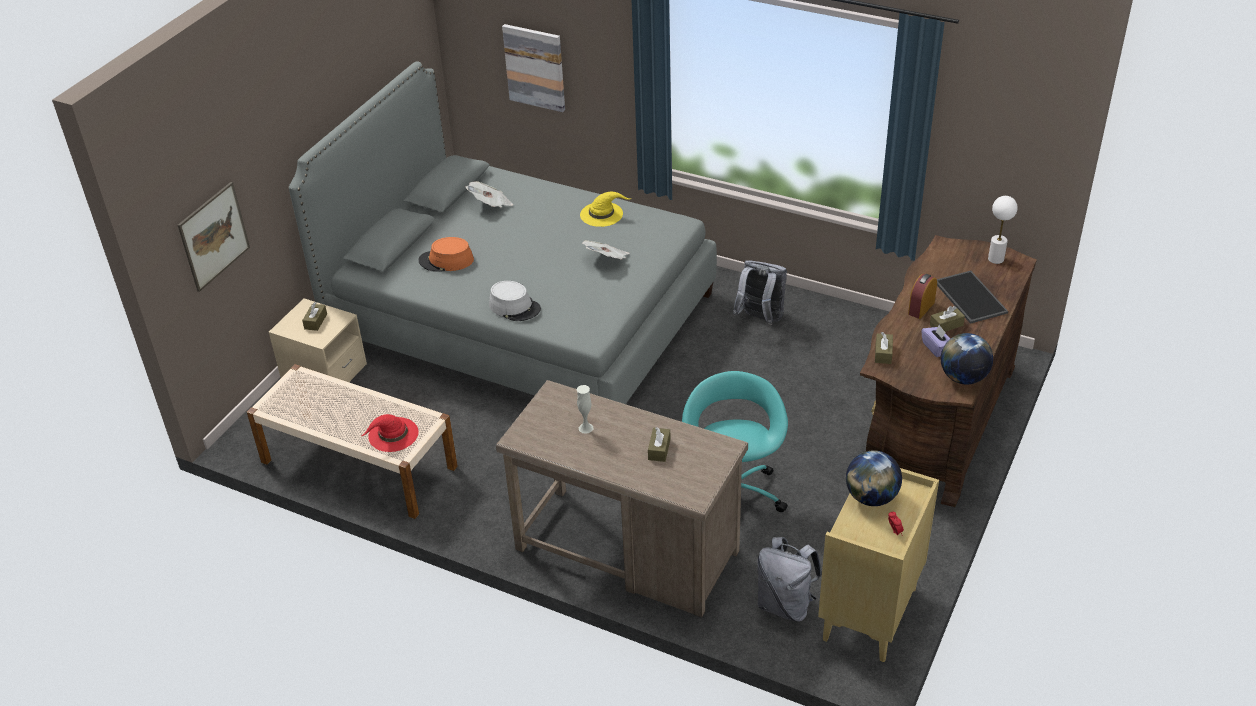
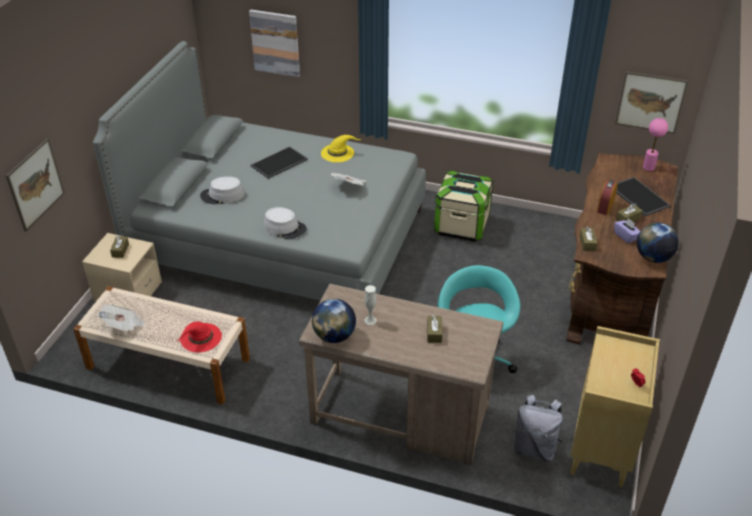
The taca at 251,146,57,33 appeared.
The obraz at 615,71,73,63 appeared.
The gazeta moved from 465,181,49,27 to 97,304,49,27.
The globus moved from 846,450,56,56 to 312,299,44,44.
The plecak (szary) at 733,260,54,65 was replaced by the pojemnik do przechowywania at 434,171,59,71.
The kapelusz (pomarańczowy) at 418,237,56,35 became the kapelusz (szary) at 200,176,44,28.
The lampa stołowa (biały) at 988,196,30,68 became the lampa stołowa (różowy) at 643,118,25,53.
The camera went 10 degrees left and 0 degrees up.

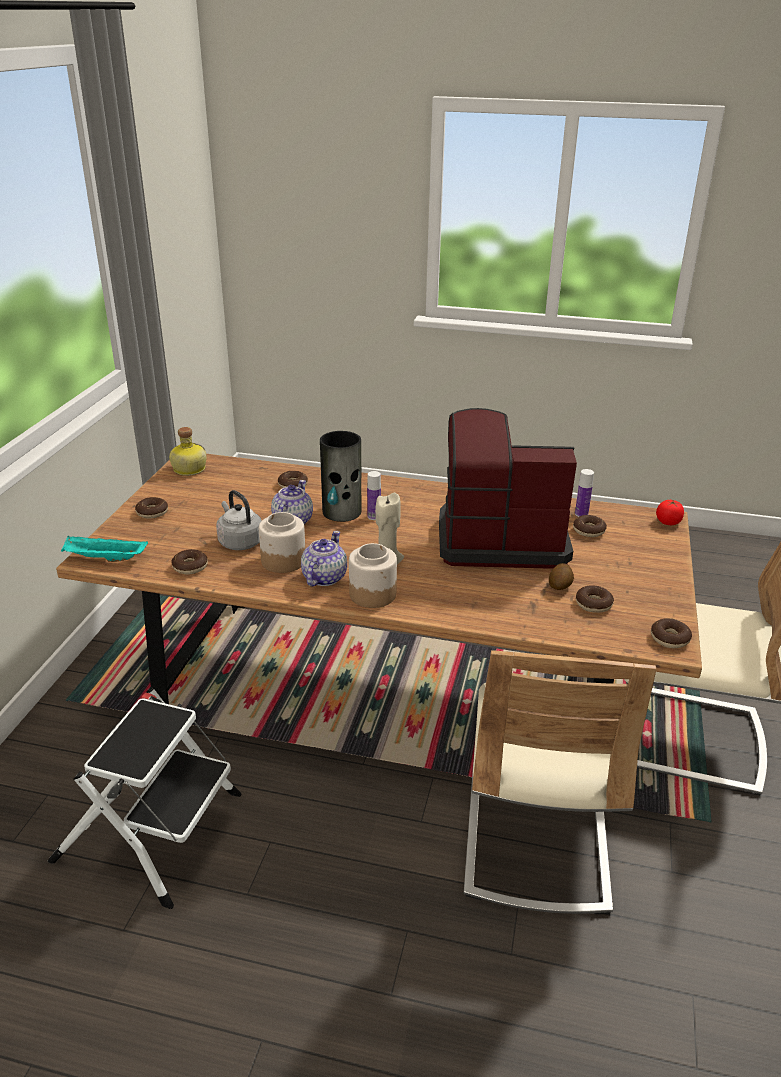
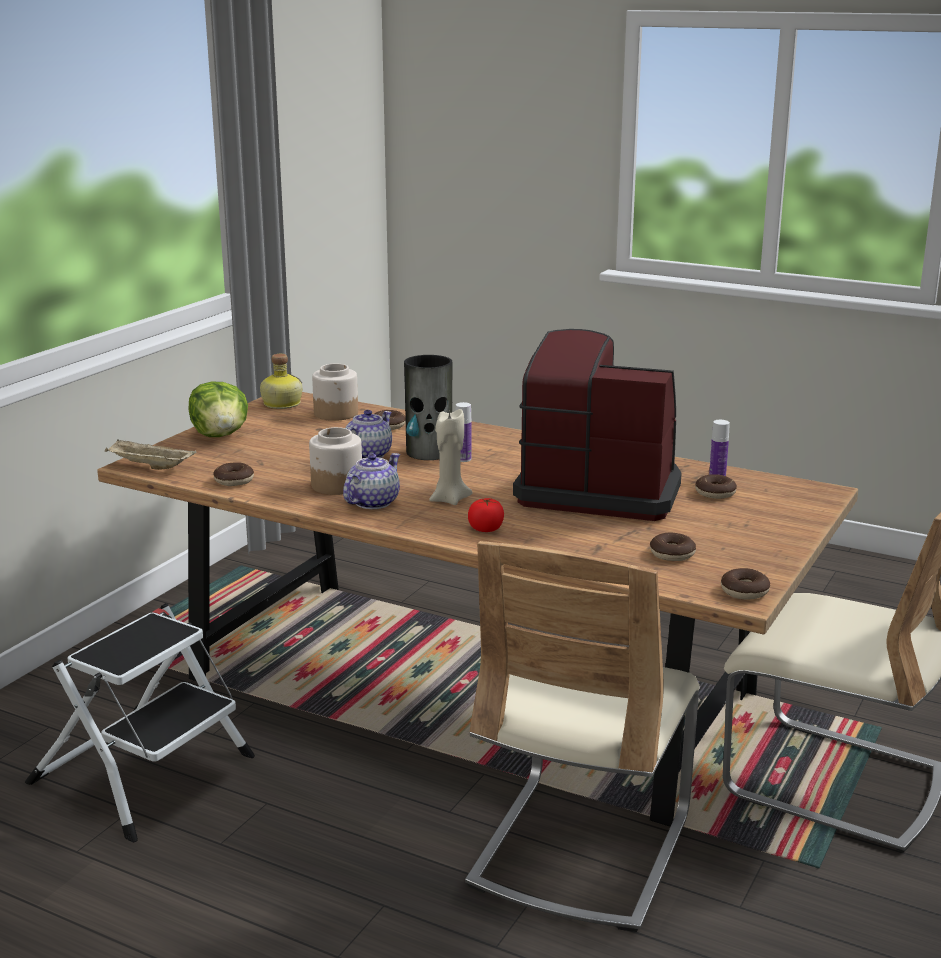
The czajnik (szary) at 216,490,46,60 disappeared.
The ziemniak at 549,563,25,27 disappeared.
The słoik moved from 349,543,48,65 to 312,364,46,57.
The pomidor moved from 656,500,28,25 to 468,498,36,34.
The donut at 135,497,33,22 was replaced by the sałata at 189,382,59,55.
The taca (turkusowy) at 61,536,87,26 became the taca (beżowy) at 105,440,91,30.
The camera went 15 degrees right and 10 degrees down.

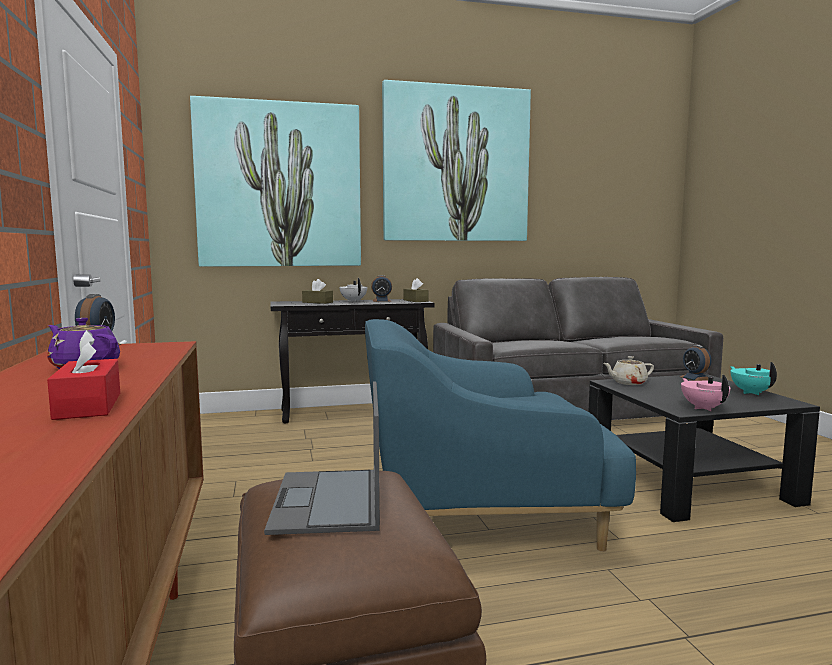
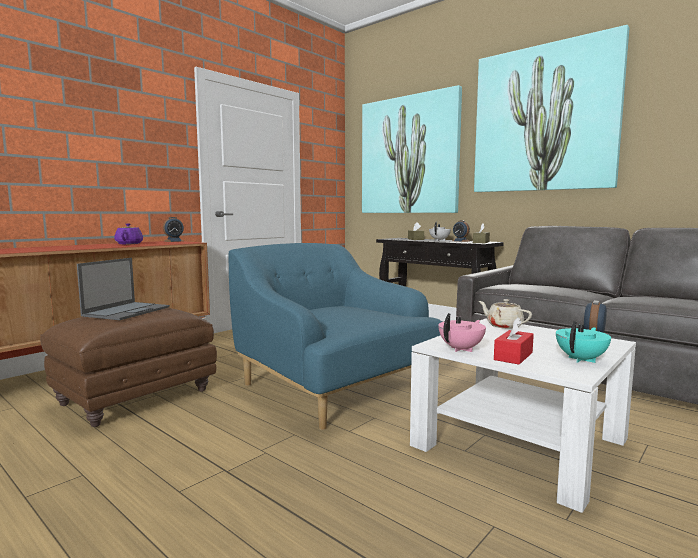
The pudełko chusteczek (czerwony) moved from 47,330,73,90 to 494,317,40,48.
The ława (czarny) at 589,374,231,148 became the ława (biały) at 410,318,226,195.
The laptop at 264,381,116,154 turned 150 degrees clockwise.
The camera went 55 degrees right and 0 degrees up.

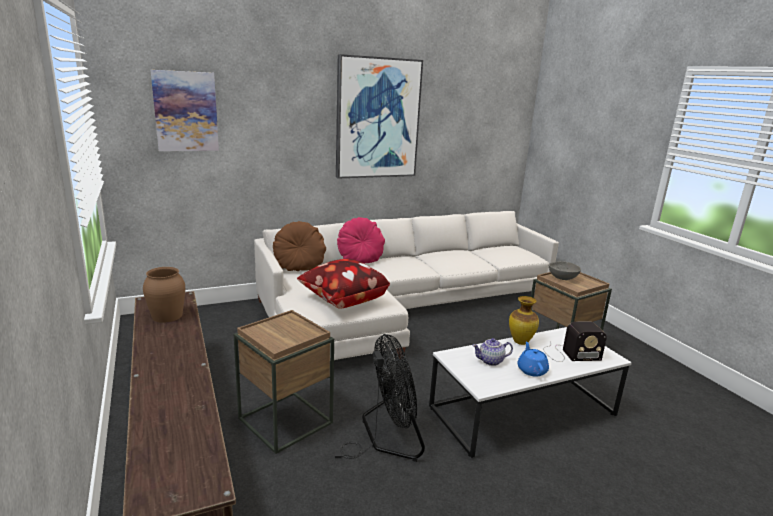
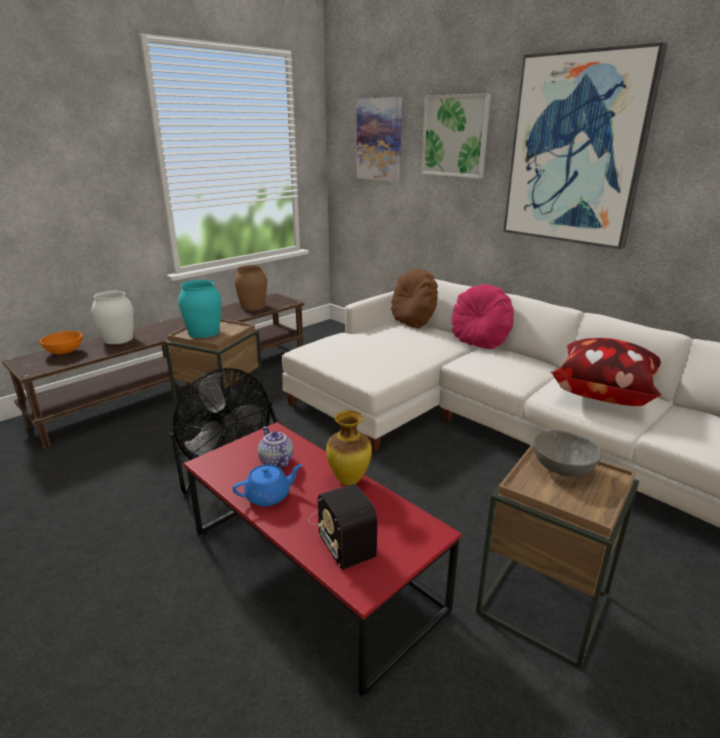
The miska (pomarańczowy) at 40,331,43,24 appeared.
The wazon (biały) at 91,291,43,53 appeared.
The wazon (turkusowy) at 178,280,43,58 appeared.
The obraz at 421,93,70,86 appeared.
The poduszka moved from 297,259,93,49 to 550,338,112,68.
The ława (biały) at 429,327,203,131 became the ława (czerwony) at 184,422,277,275.
The camera went 70 degrees right and 5 degrees up.

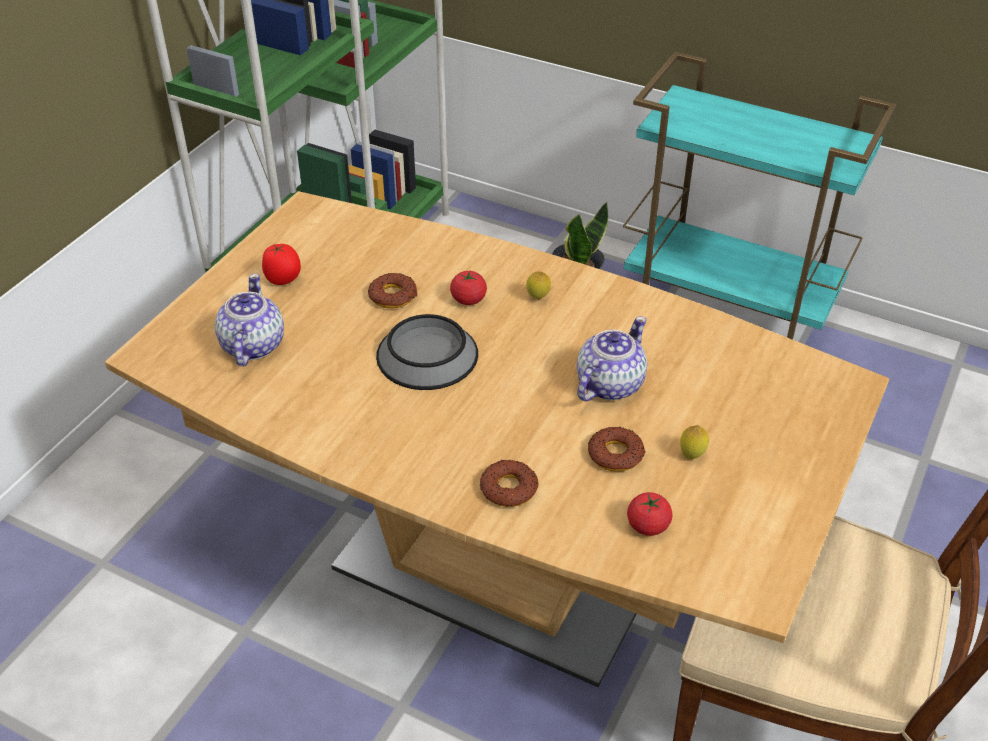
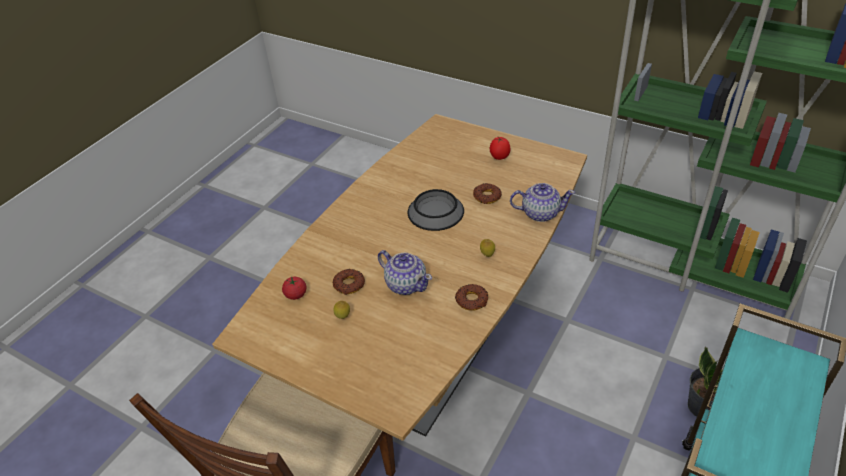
The pomidor at 450,271,37,34 disappeared.
The imbryk moved from 215,274,69,93 to 510,183,65,39.
The donut moved from 480,460,58,47 to 455,284,33,27.
The camera went 95 degrees right and 0 degrees up.

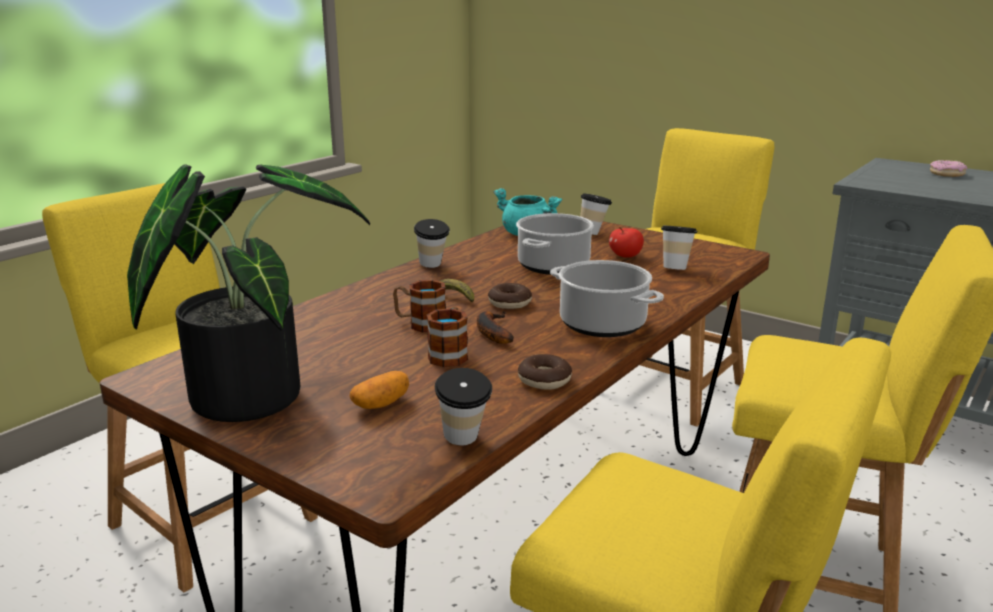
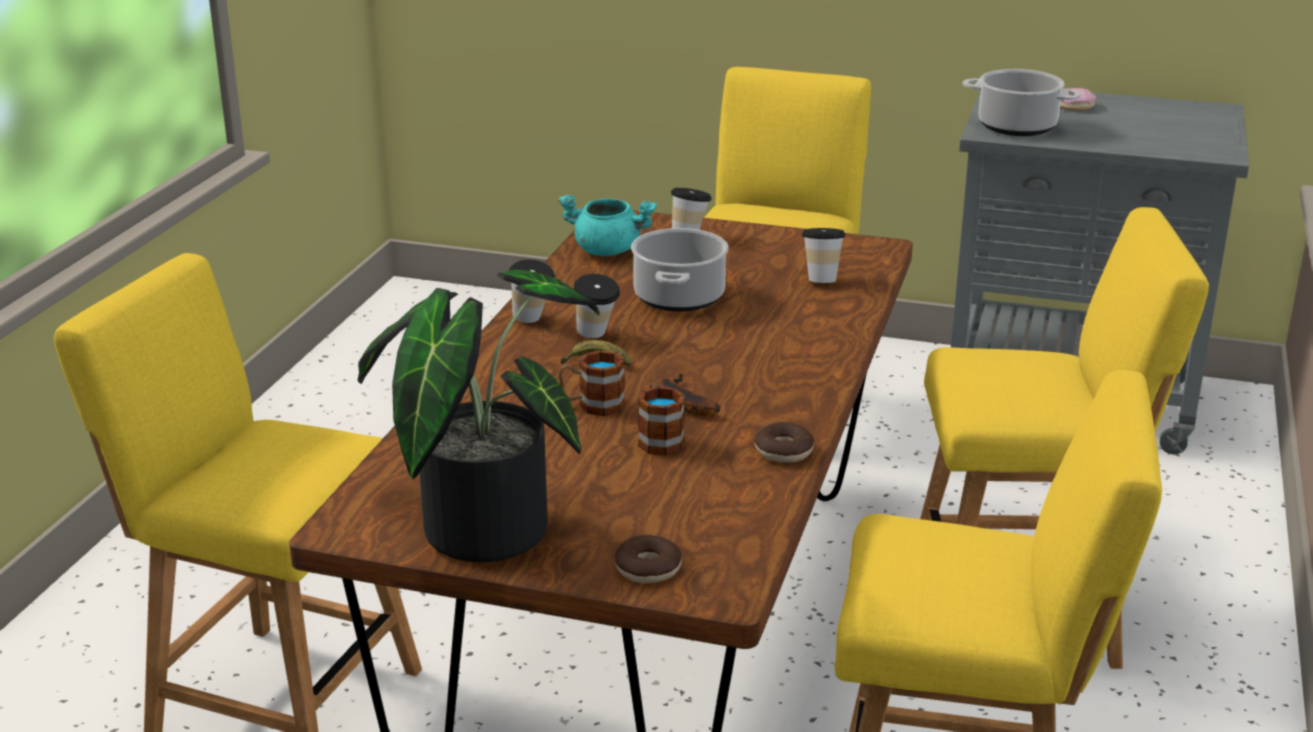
The ziemniak at 349,371,60,38 disappeared.
The jabłko at 609,227,35,31 disappeared.
The filiżanka moved from 435,368,57,78 to 573,274,47,65.
The donut moved from 488,283,44,26 to 615,535,67,48.
The garnek moved from 550,260,114,77 to 962,69,119,67.
The camera went 20 degrees left and 5 degrees up.

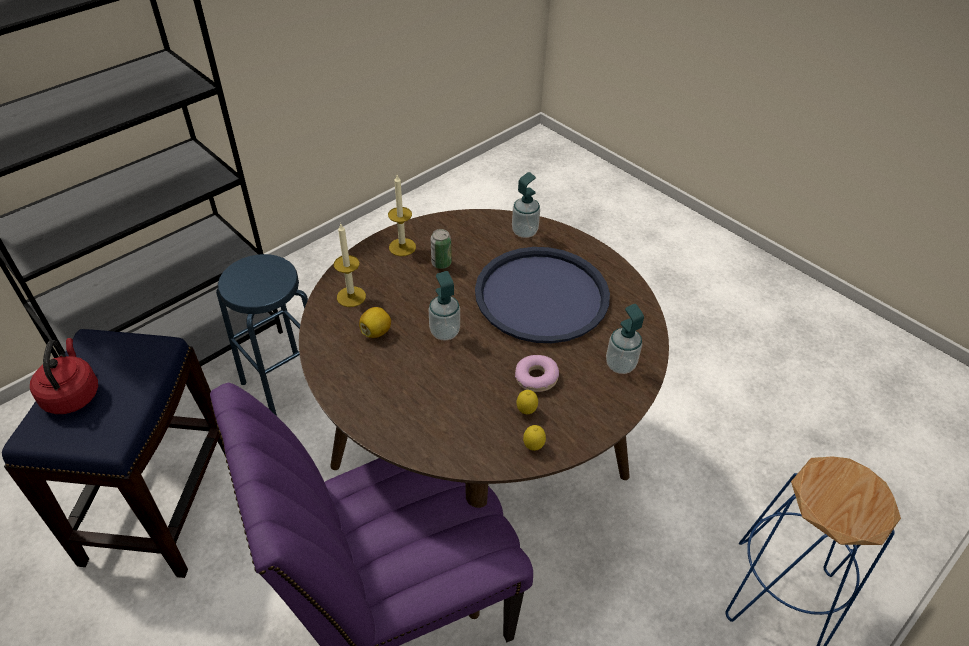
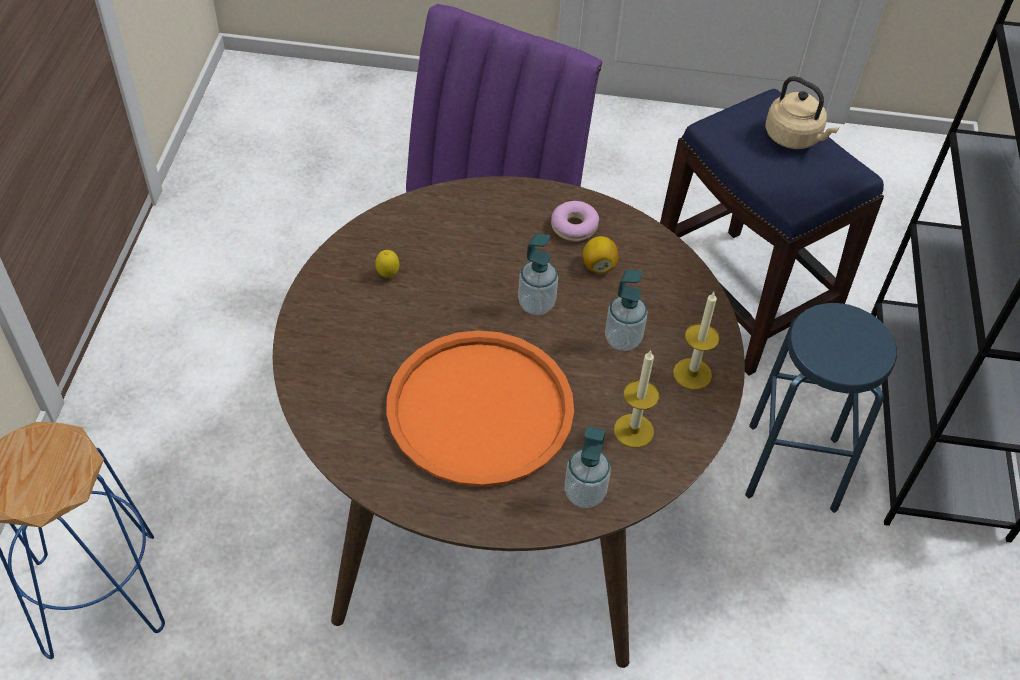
The puszka at 431,229,21,40 disappeared.
The cytryna at 523,425,23,26 disappeared.
The świeca moved from 334,224,32,83 to 614,350,45,98.
The donut moved from 515,355,44,37 to 551,201,48,41.
The dozownik mydła moved from 606,304,38,70 to 605,270,43,81.
The czajnik (czerwony) at 30,338,68,76 became the czajnik (beżowy) at 765,76,74,73.
The taca (niebieski) at 475,247,135,96 became the taca (pomarańczowy) at 386,330,188,156.
The camera went 140 degrees right and 5 degrees up.

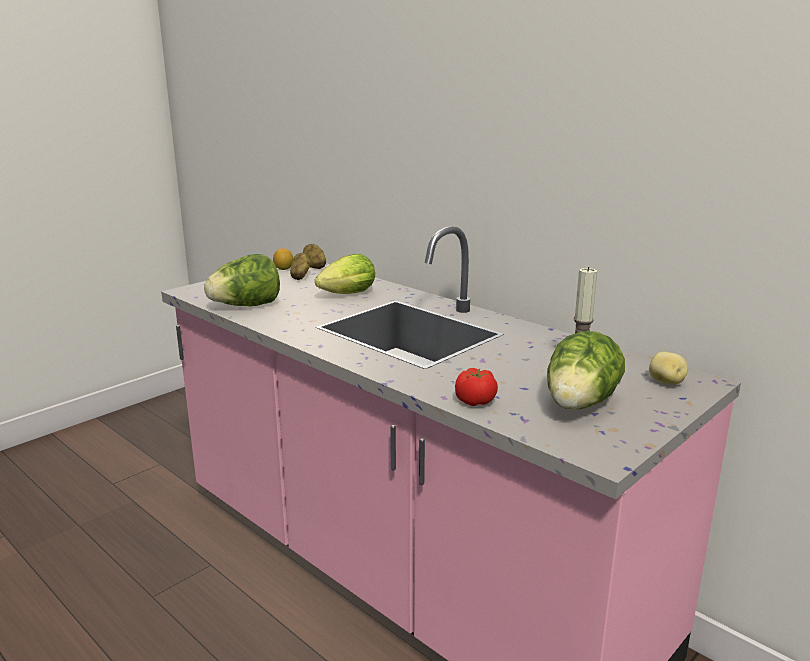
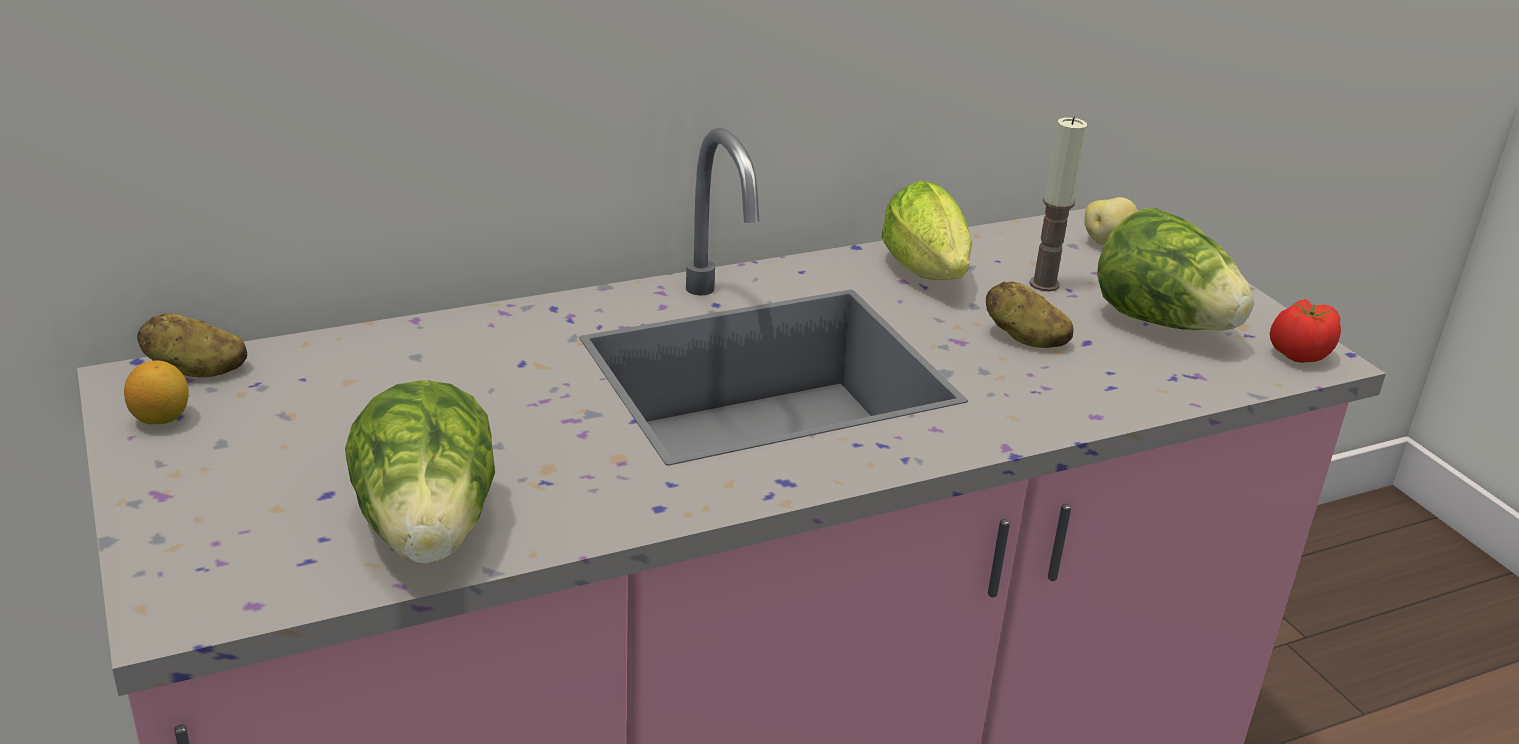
The ziemniak moved from 290,253,21,27 to 986,282,87,66.
The sałata moved from 315,254,60,40 to 881,181,91,99.
The pomidor moved from 455,368,43,38 to 1270,299,71,64.
The camera went 70 degrees left and 10 degrees up.

